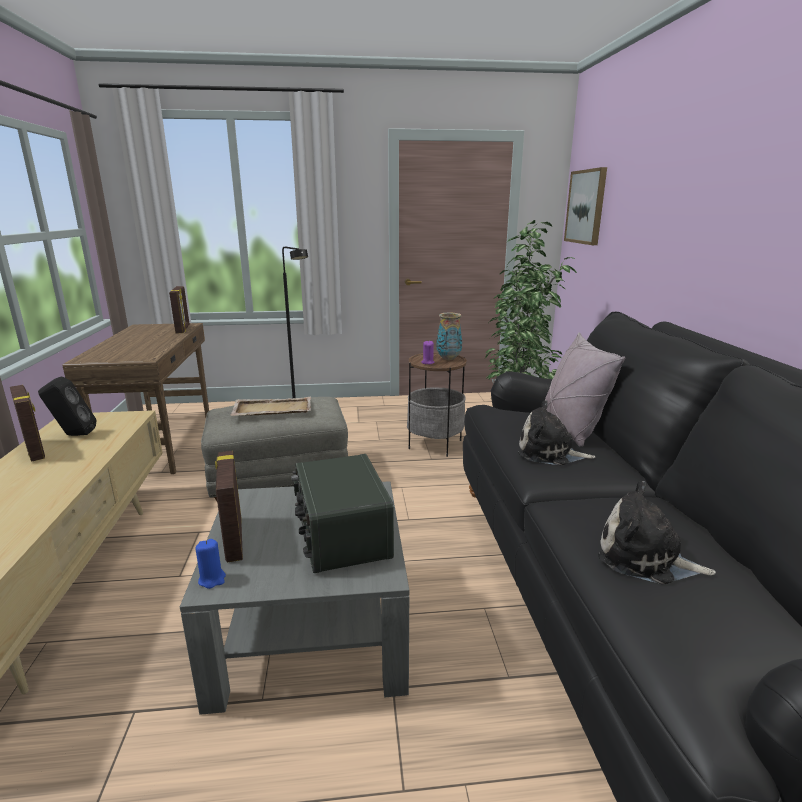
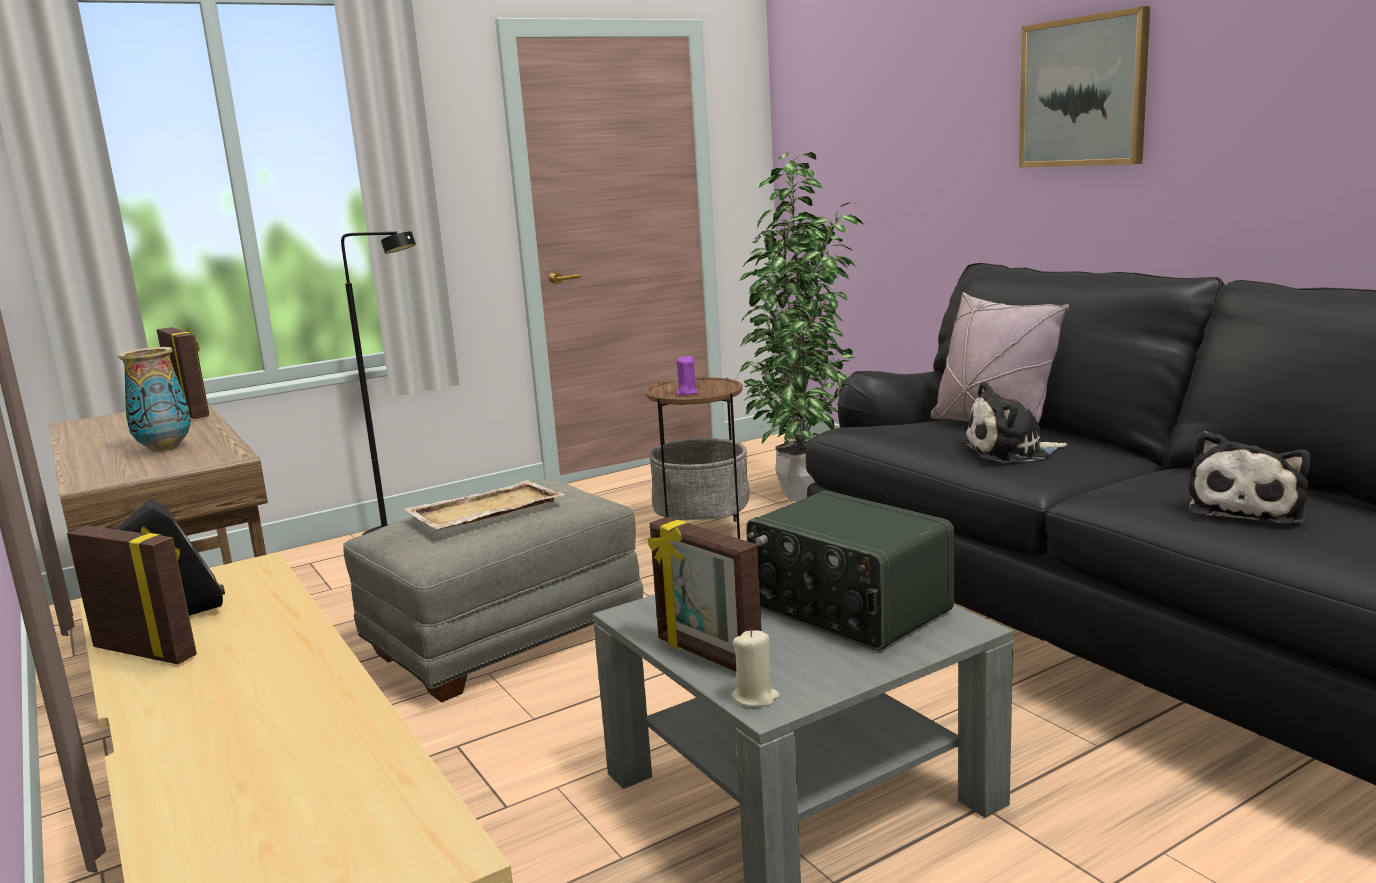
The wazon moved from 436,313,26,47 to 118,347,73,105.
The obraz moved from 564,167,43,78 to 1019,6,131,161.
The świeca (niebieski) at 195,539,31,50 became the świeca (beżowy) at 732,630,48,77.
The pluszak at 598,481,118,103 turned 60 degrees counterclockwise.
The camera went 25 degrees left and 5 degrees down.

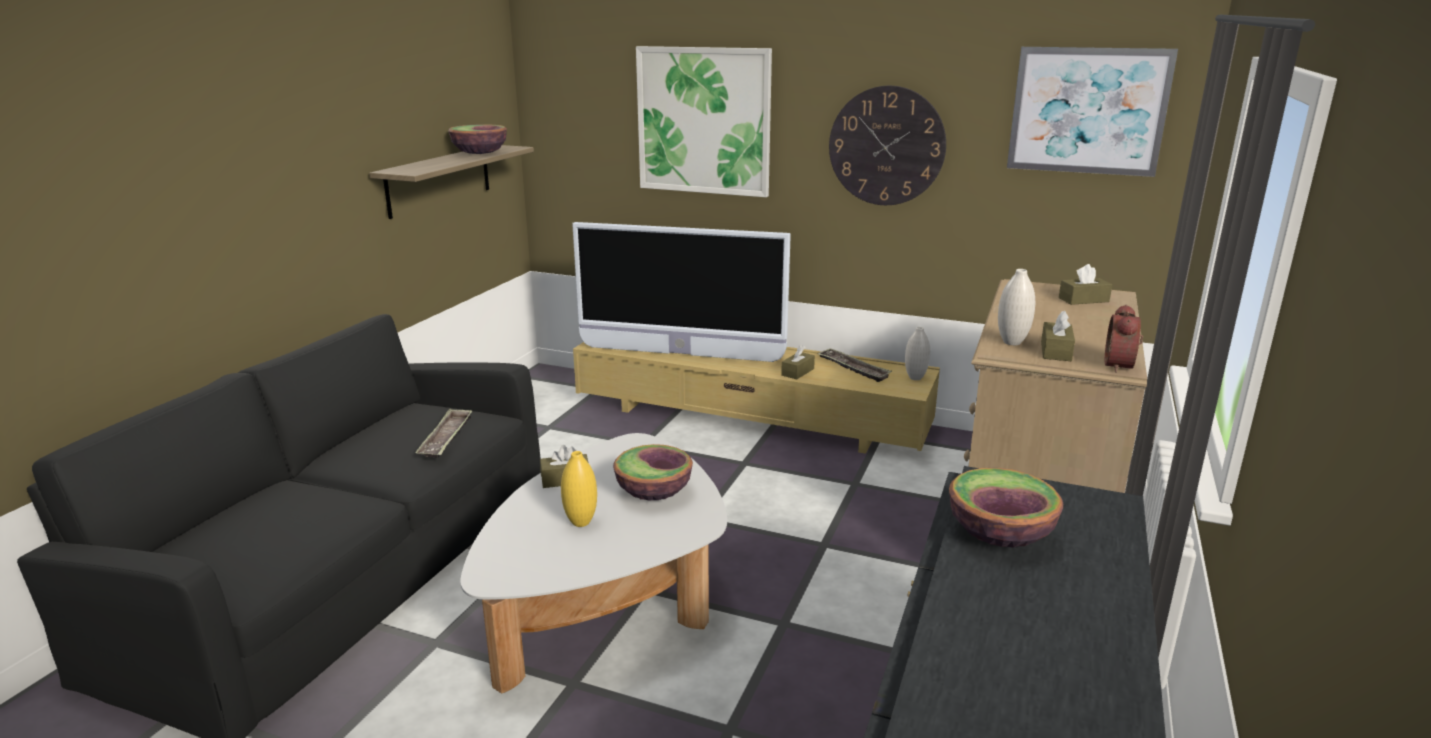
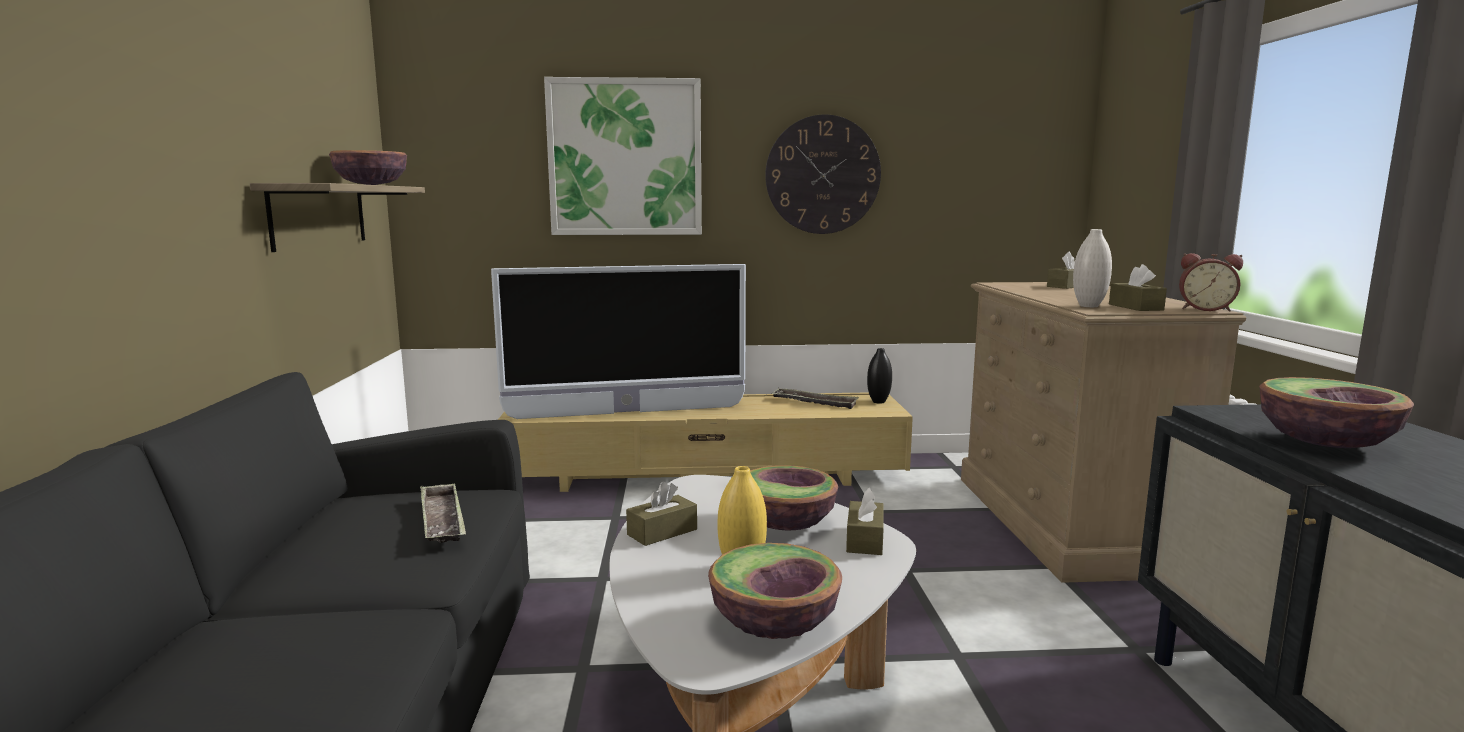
The obraz at 1007,47,171,130 disappeared.
The miska at 708,543,134,96 appeared.
The pudełko chusteczek (brązowy) moved from 781,345,34,34 to 846,488,38,67.
The wazon (biały) at 905,327,25,53 became the wazon (czarny) at 867,348,25,56.
The budzik at 1105,305,38,68 turned 60 degrees counterclockwise.
The camera went 25 degrees left and 10 degrees down.

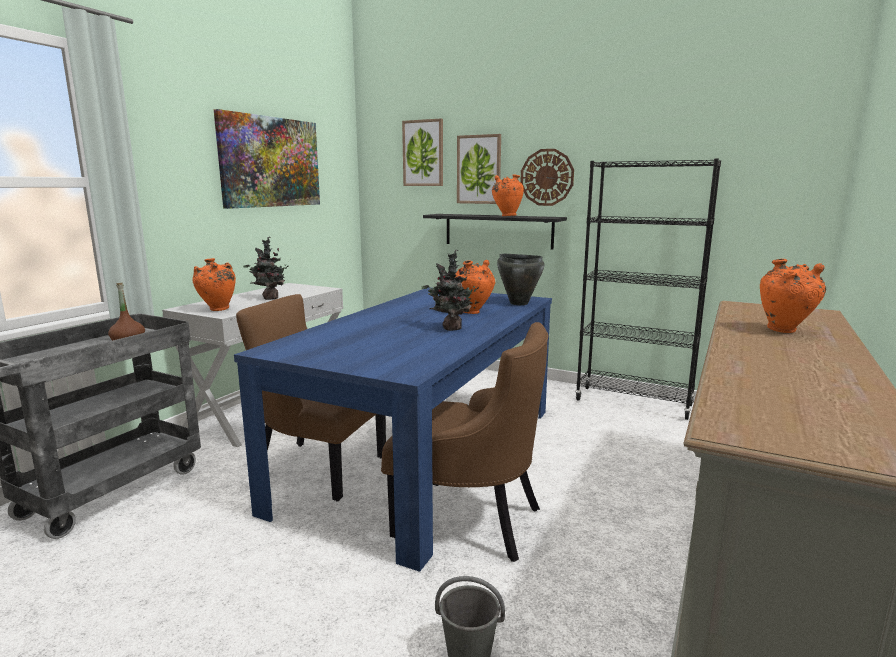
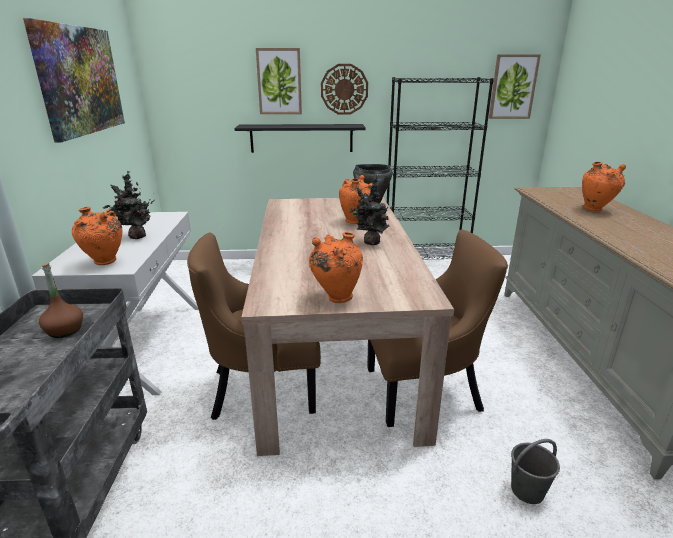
The obraz moved from 402,118,41,68 to 489,54,52,65.
The wazon (pomarańczowy) moved from 492,174,32,42 to 309,232,54,71.
The stół jadalny (niebieski) at 234,287,318,285 became the stół jadalny (beżowy) at 241,197,213,259.
The camera went 30 degrees left and 10 degrees up.

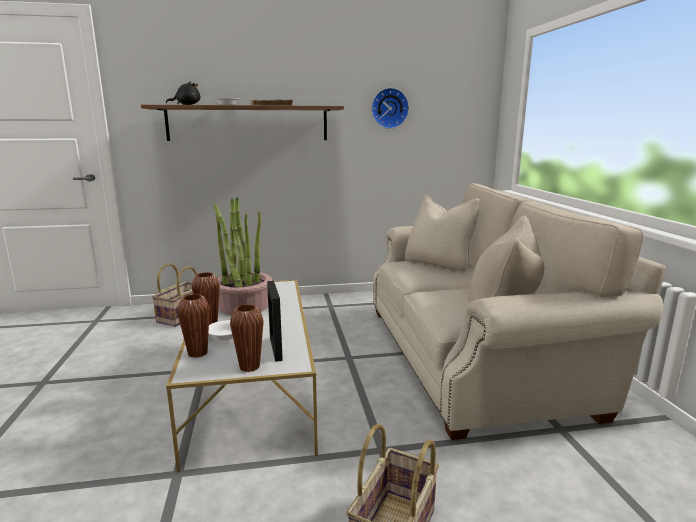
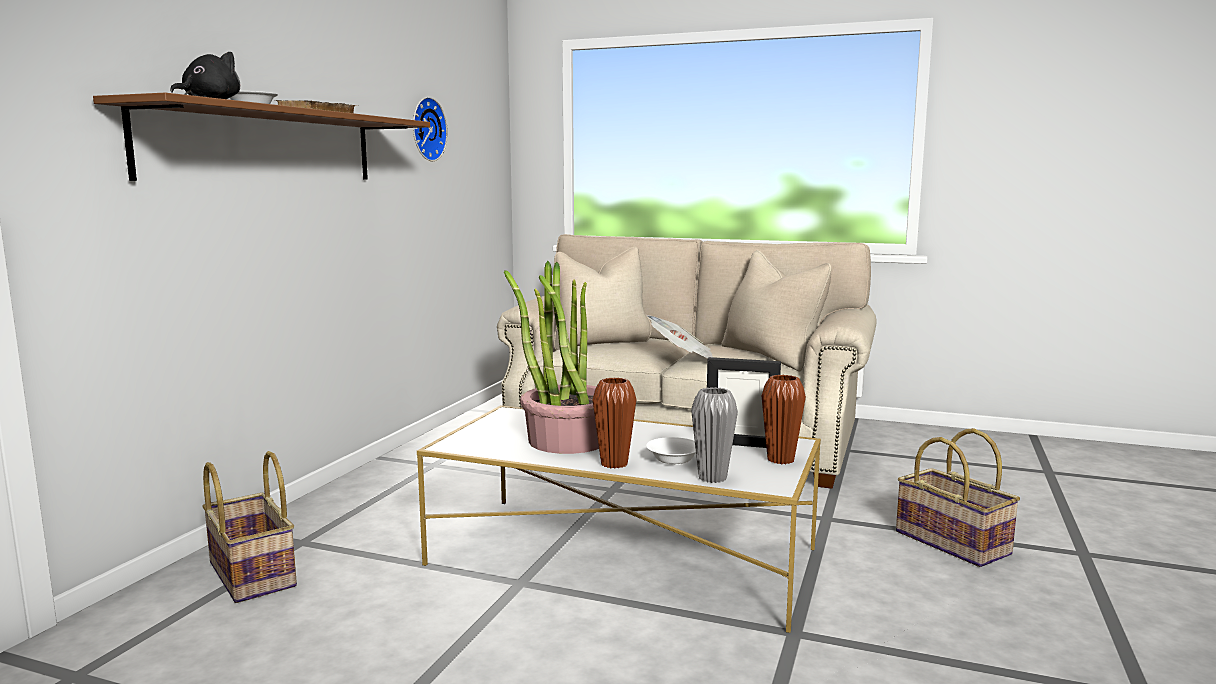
The gazeta at 646,315,67,43 appeared.
The wazon (brązowy) at 177,294,33,64 became the wazon (szary) at 691,387,47,96.
The camera went 60 degrees left and 5 degrees down.

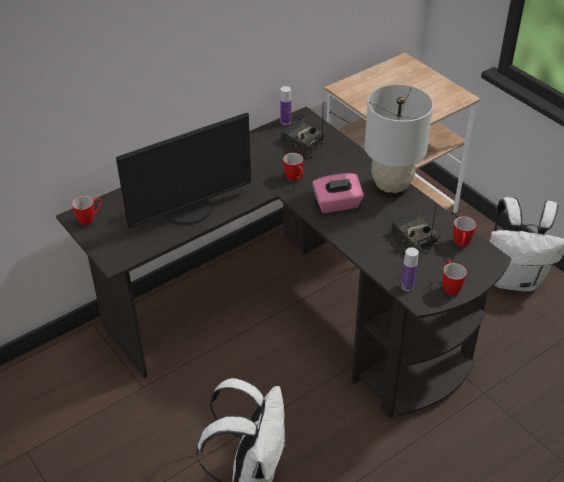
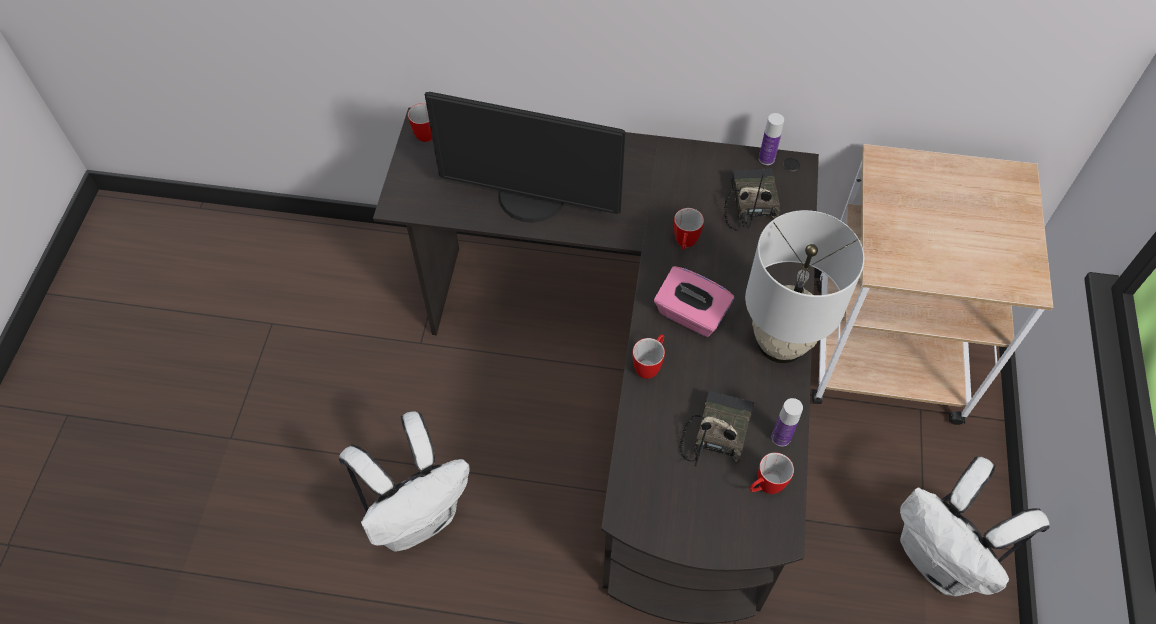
The butelka moved from 401,247,18,44 to 772,398,31,49.
The kubek moved from 443,260,24,35 to 633,334,32,45.
The camera went 45 degrees right and 15 degrees up.

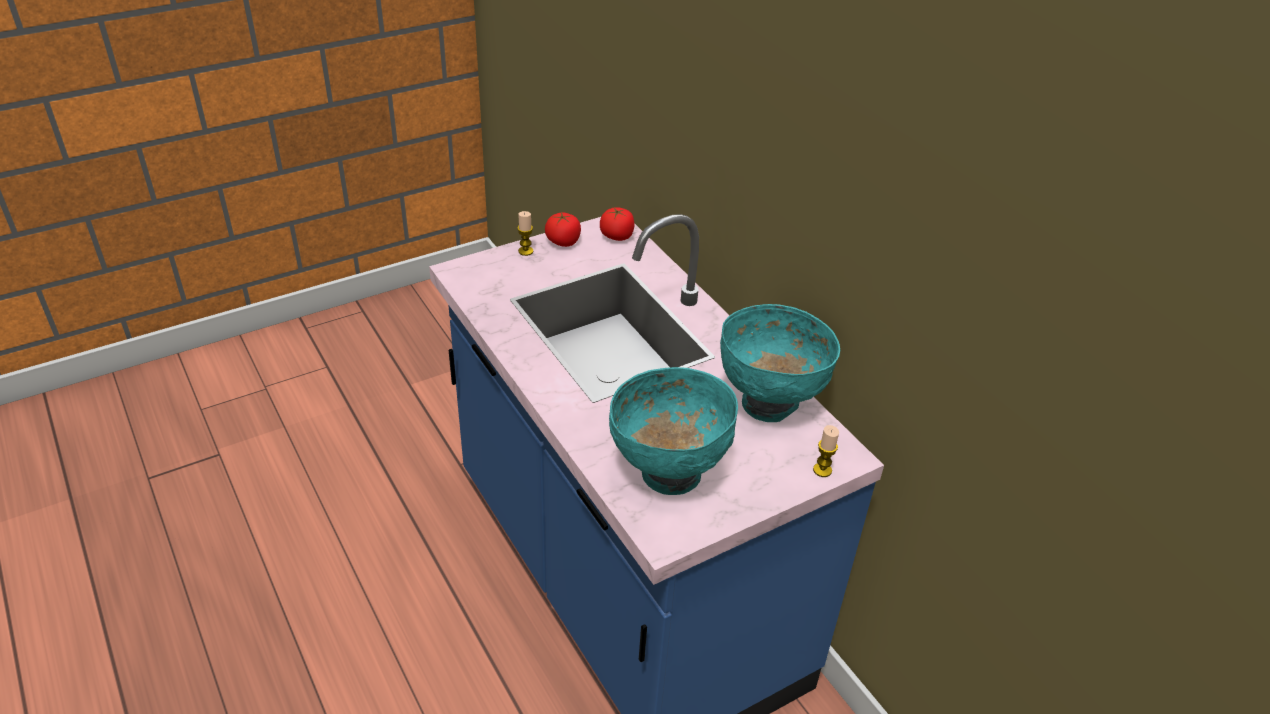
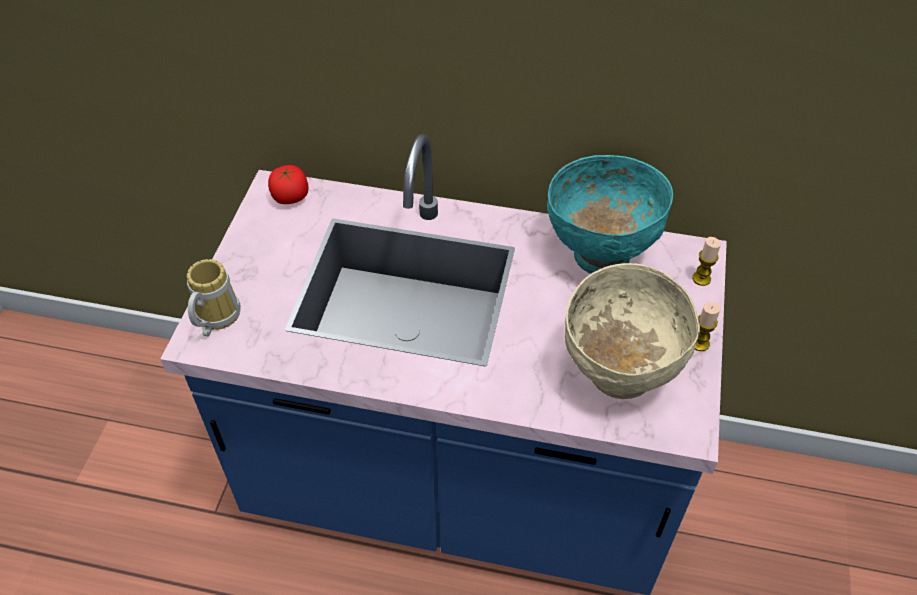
The pomidor at 545,212,36,35 disappeared.
The kubek at 187,259,54,77 appeared.
The świeca moved from 517,211,16,45 to 695,302,25,49.
The miska (turkusowy) at 609,367,129,128 became the miska (beżowy) at 565,263,135,136.
The camera went 45 degrees left and 10 degrees up.

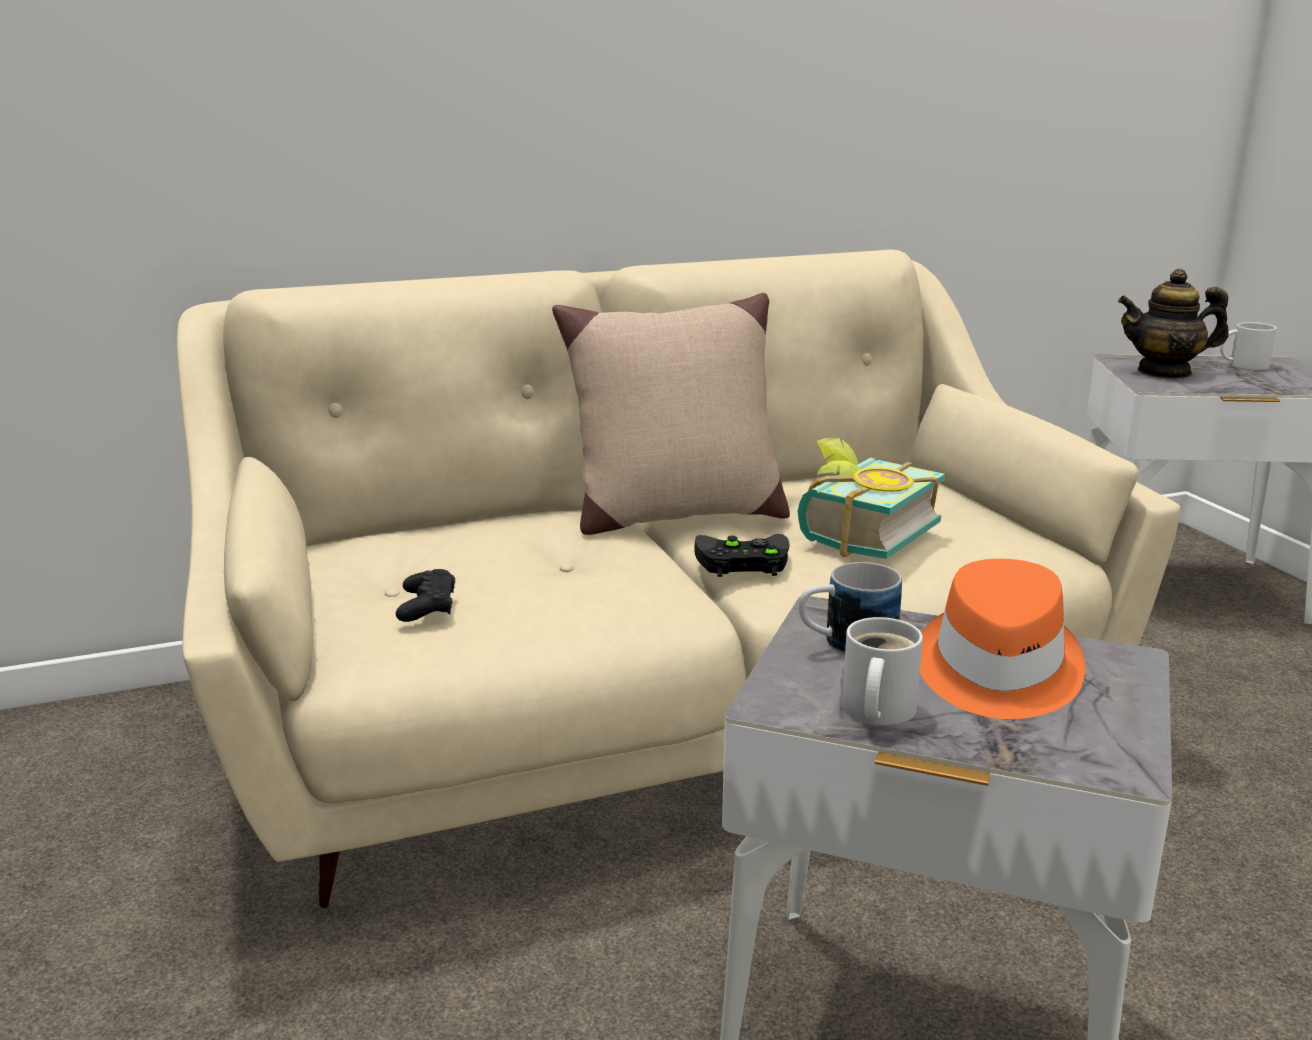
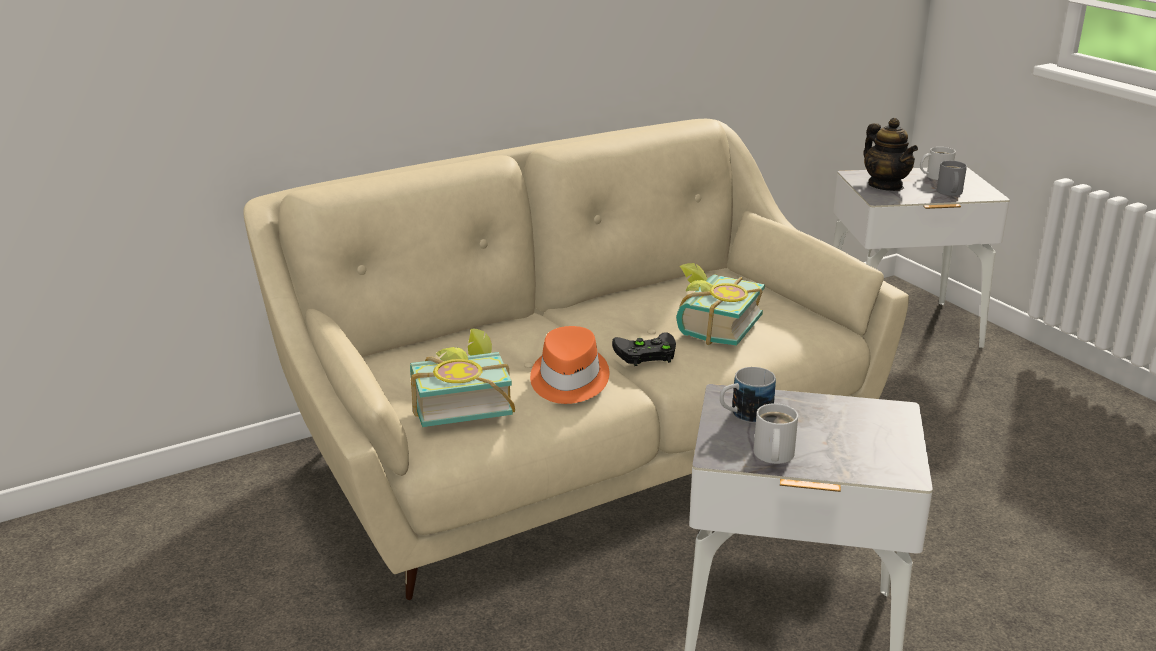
The poduszka (beżowy) at 552,293,238,242 disappeared.
The kubek (szary) at 937,161,30,35 appeared.
The kapelusz (pomarańczowy) moved from 920,559,165,160 to 530,326,80,78.
The pad do gier (czarny) at 395,569,60,53 was replaced by the książka at 410,329,105,98.
The imbryk at 1118,269,111,110 turned 105 degrees counterclockwise.
The camera went 10 degrees left and 5 degrees up.

